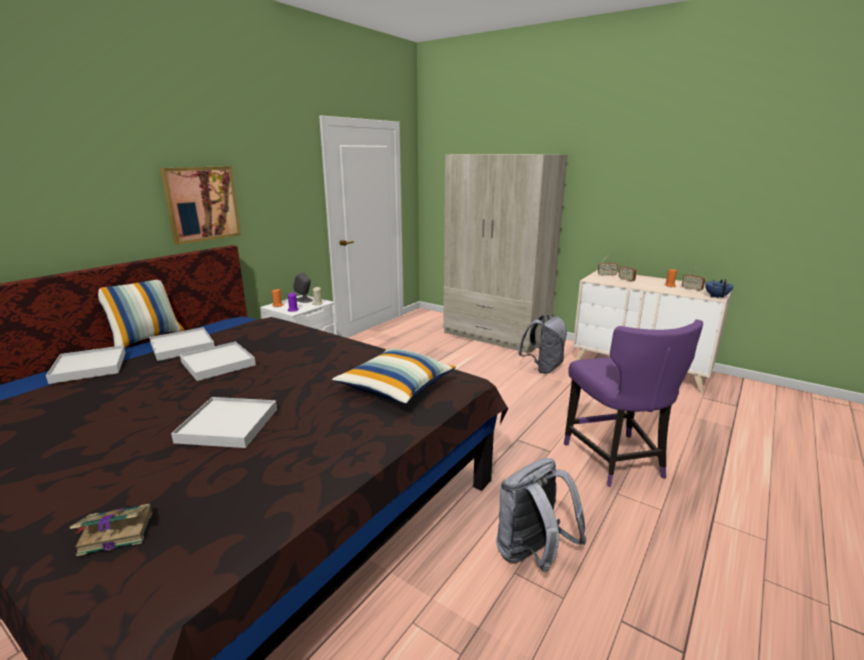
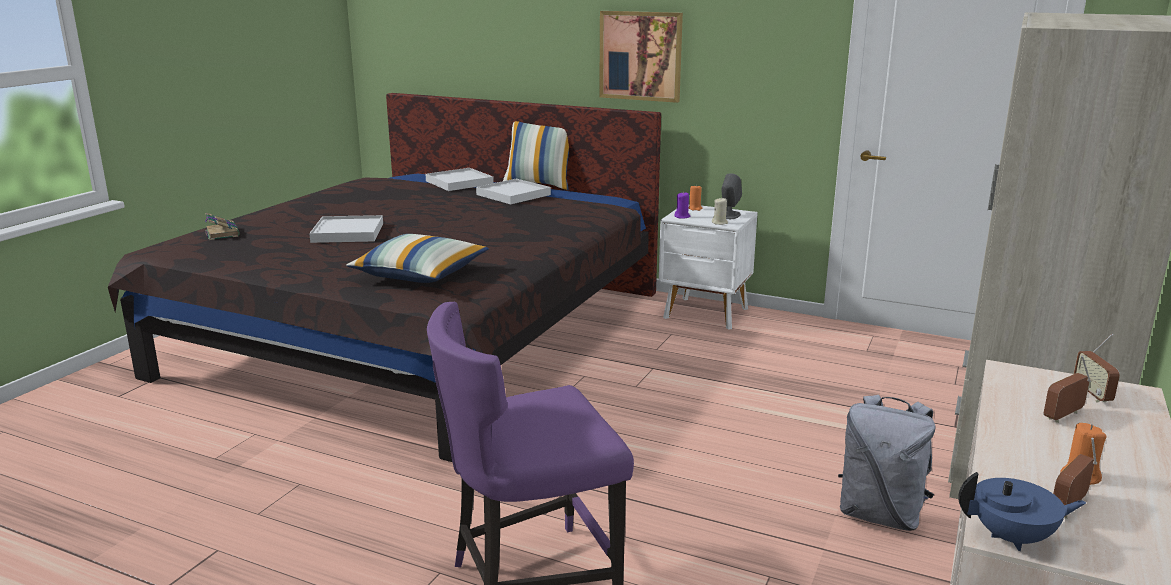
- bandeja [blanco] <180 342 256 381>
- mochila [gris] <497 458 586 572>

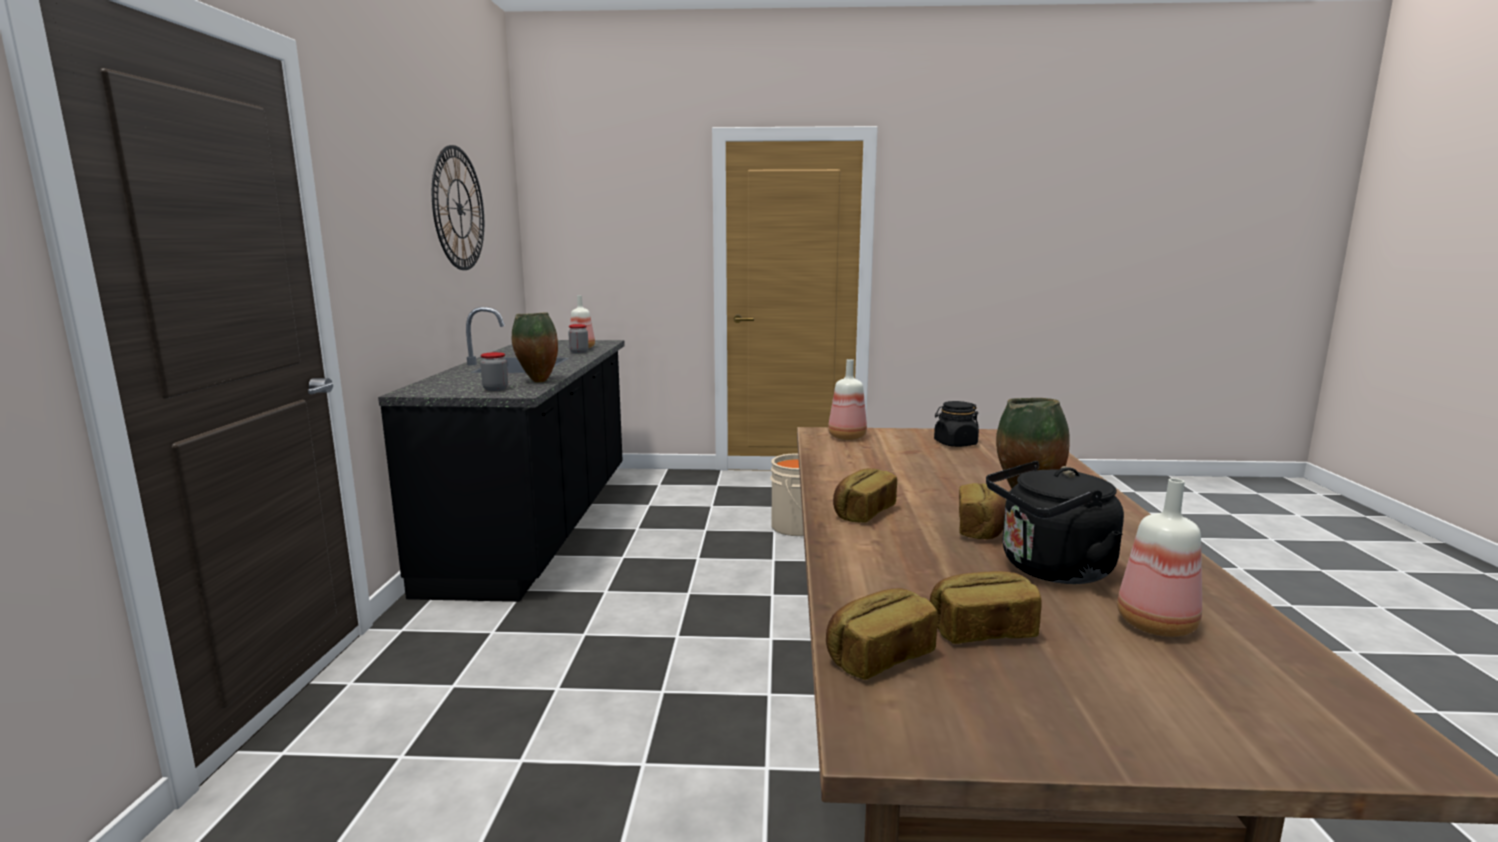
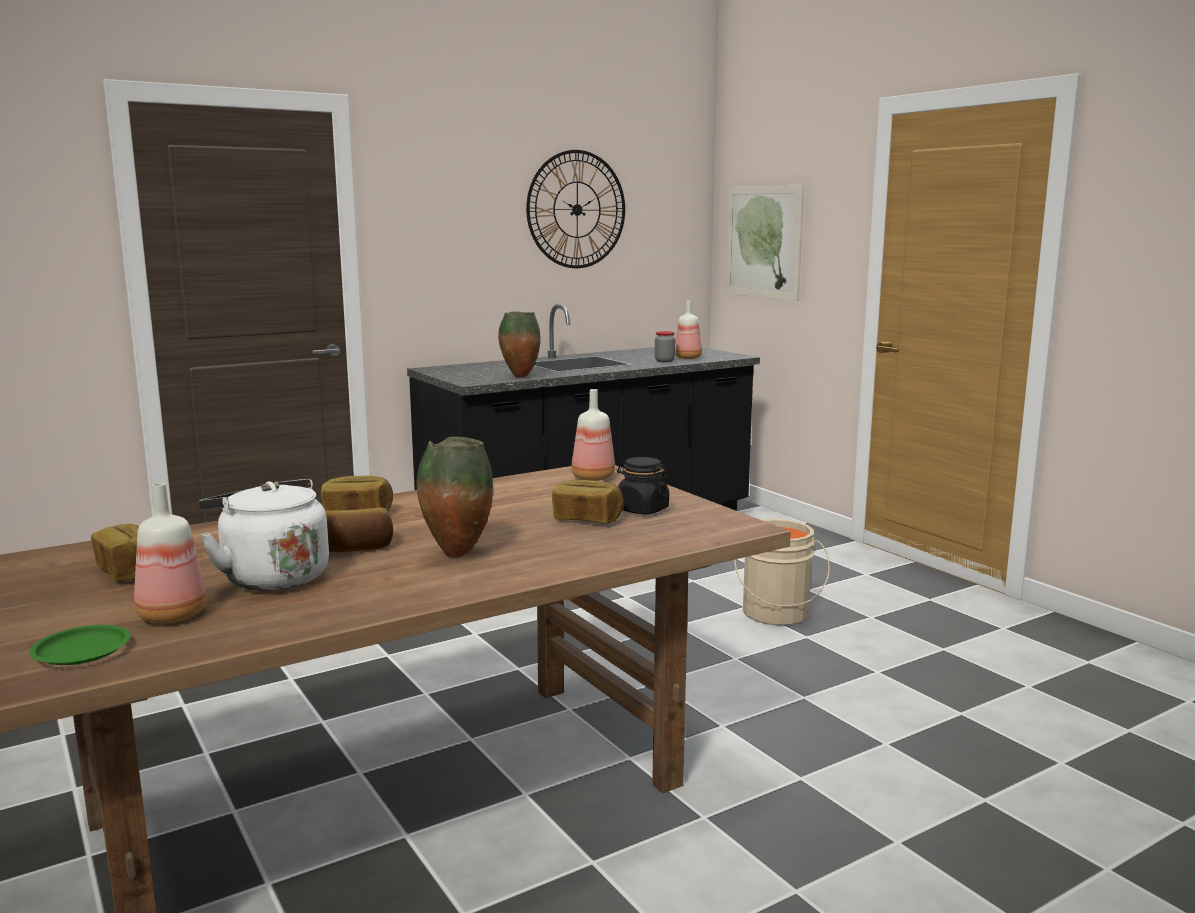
- tarro <480 352 508 391>
~ hervidor [negro] <986 461 1124 584> to hervidor [blanco] <199 479 329 591>
~ pan <826 588 938 680> to <552 480 624 523>
+ cuadro <725 185 804 301>
+ plato [verde] <29 625 131 665>

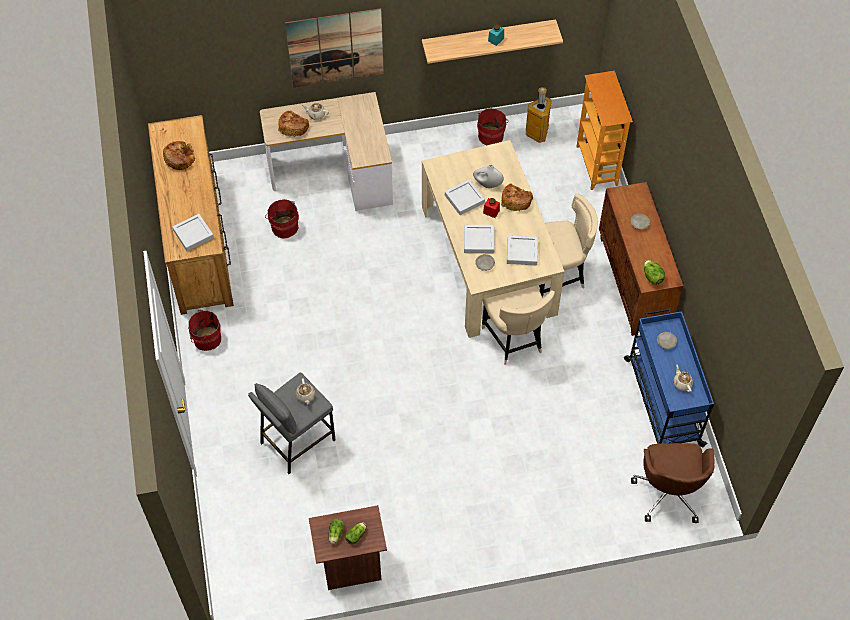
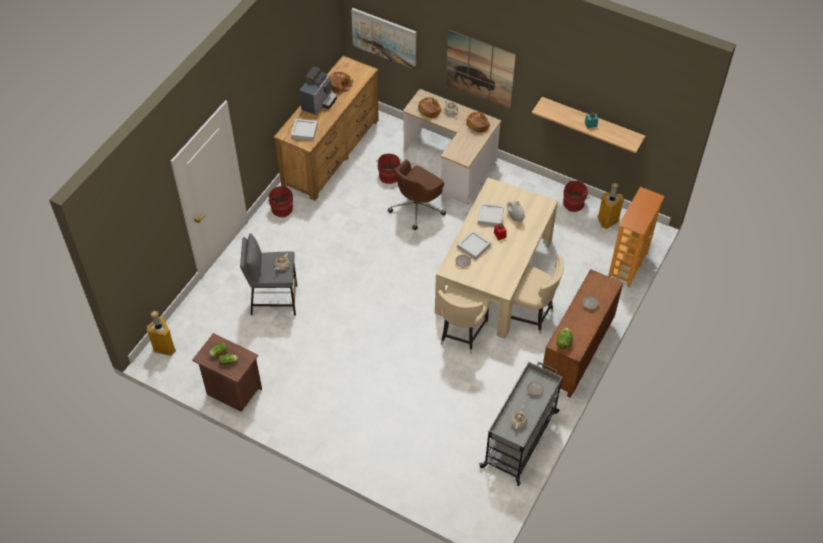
~ pan <501 184 533 211> to <466 112 490 133>
- bandeja [gris] <507 235 538 265>
~ carrito [azul] <624 308 714 447> to carrito [gris] <479 362 563 486>
~ silla de oficina [marrón] <631 443 714 523> to <388 160 446 230>
+ cuadro <351 8 416 70>
+ cafetera <299 67 337 115>
+ papelera <147 311 176 356>

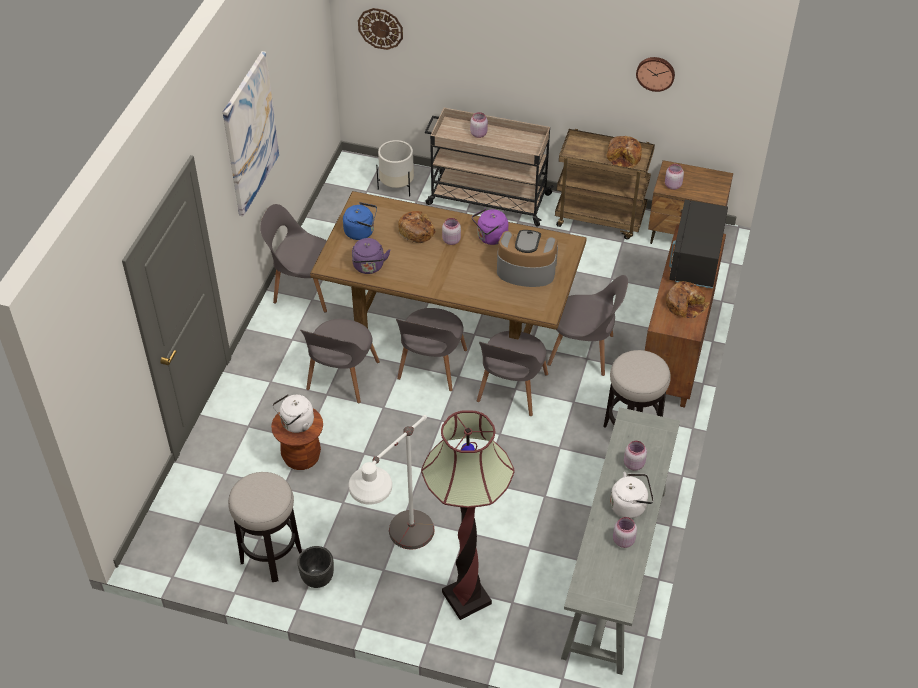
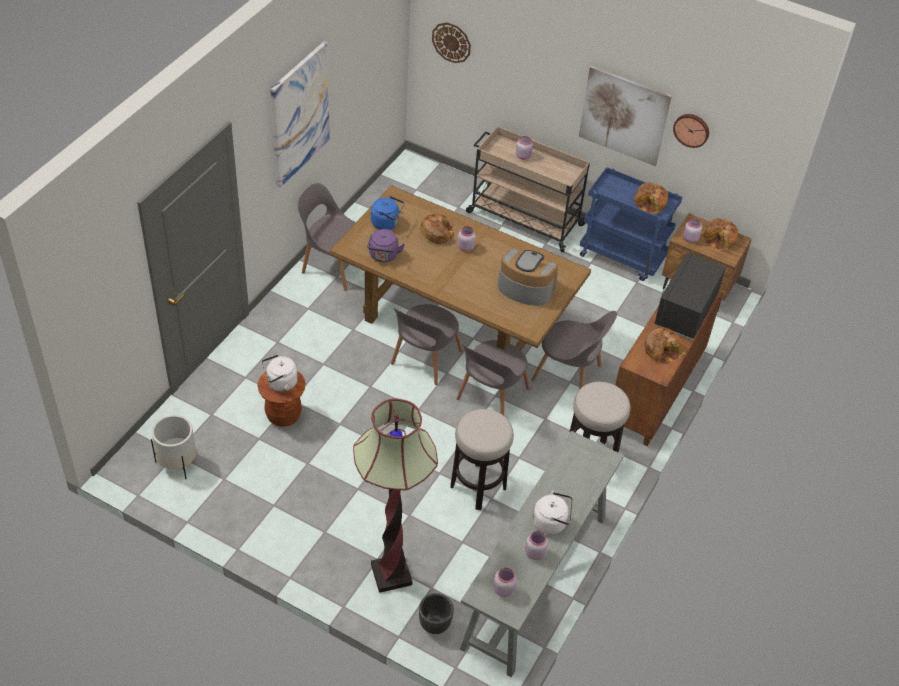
~ carrito [marrón] <555 129 655 240> to carrito [azul] <580 167 682 281>
~ maceta [blanco] <376 140 414 197> to <151 415 196 479>
- hervidor [morado] <472 208 508 245>
- silla [gris] <300 319 380 403>
- lámpara de pie [blanco] <349 415 435 550>
~ tarro [rosa] <624 441 647 471> to <493 568 517 597>
~ taburete <228 472 302 582> to <451 409 514 510>
~ maceta [negro] <297 546 334 588> to <419 593 454 634>
+ cuadro <579 66 672 166>
+ pan <703 218 738 251>

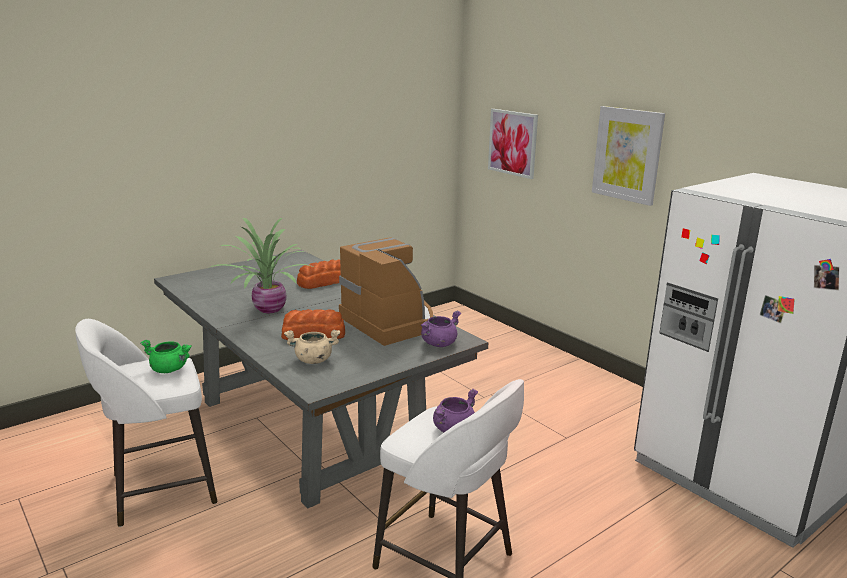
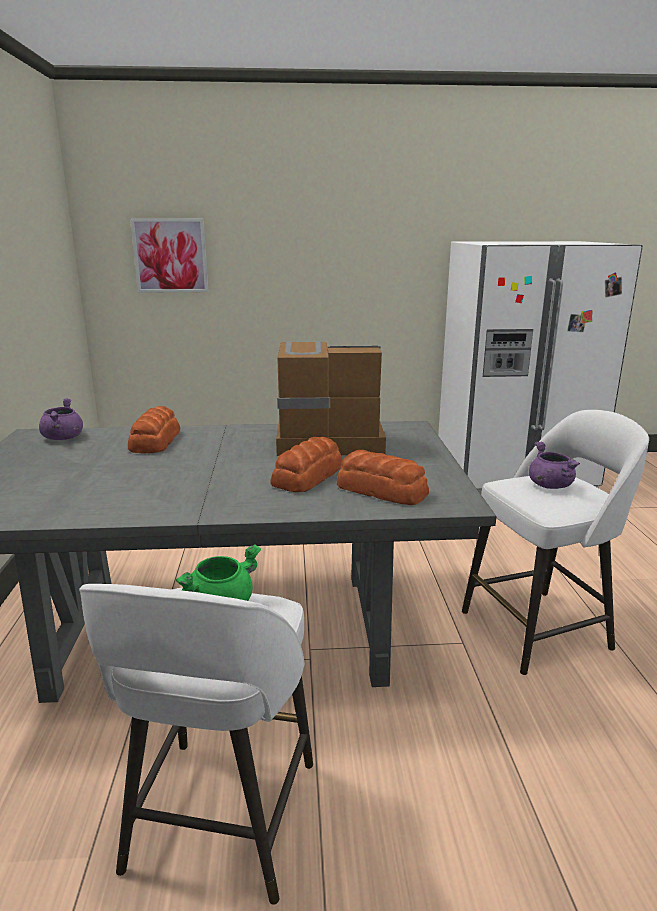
- cuadro <592 106 665 206>
- planta en maceta <207 218 315 313>
~ olla [morado] <421 311 461 347> to <39 398 83 440>
~ olla [beis] <284 330 340 364> to pan <337 450 429 505>

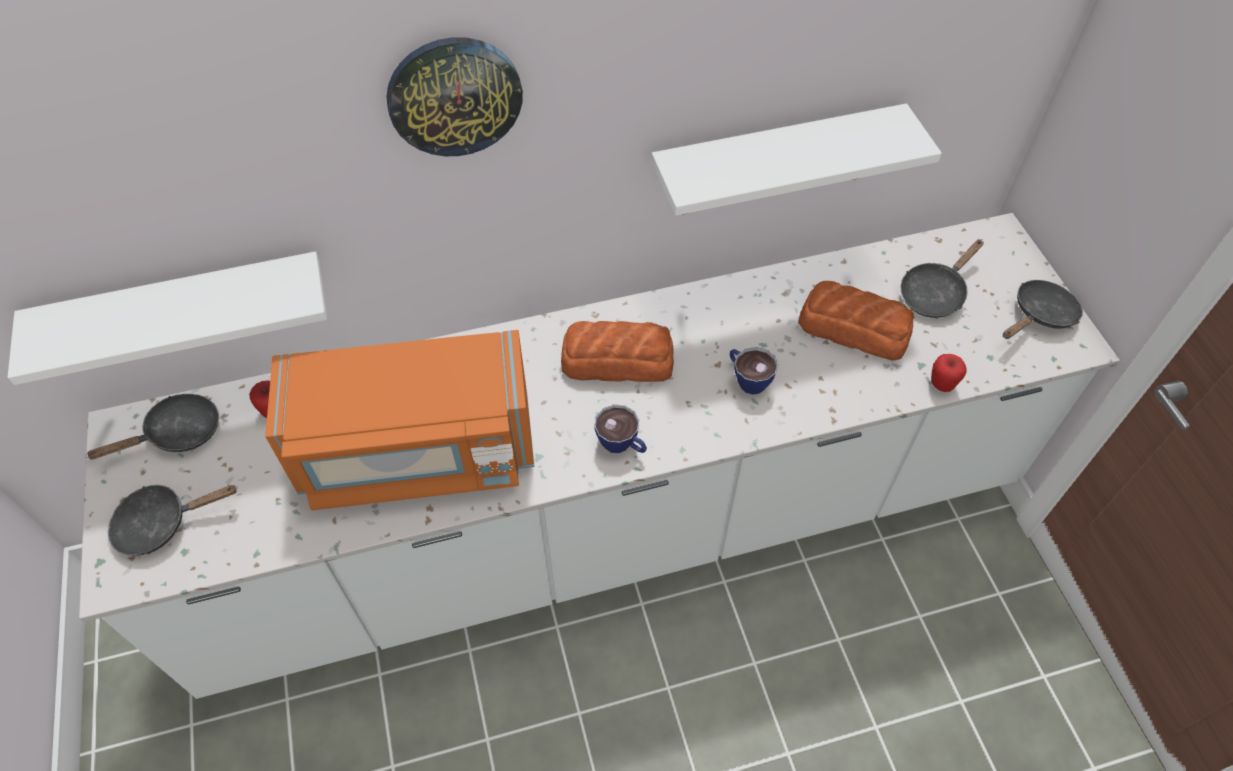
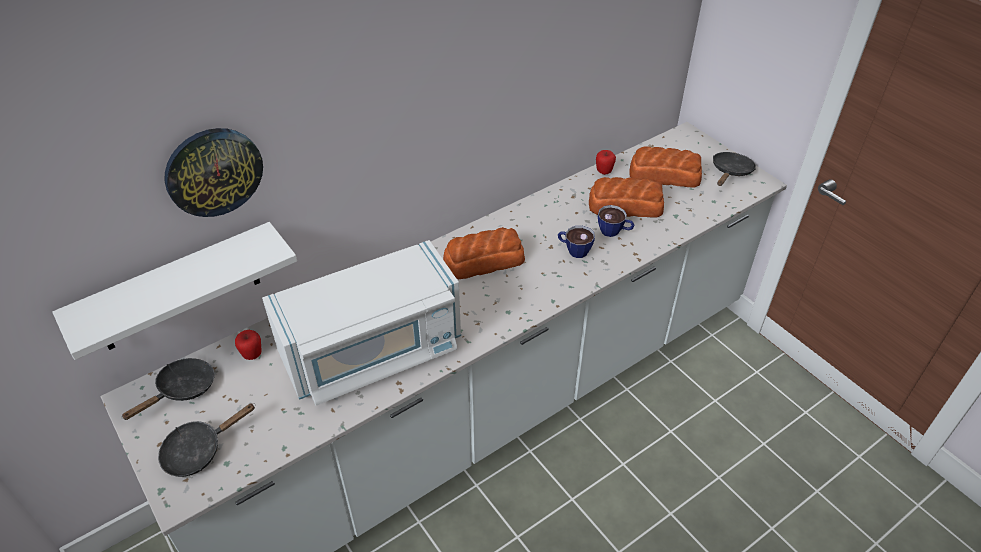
~ reloj de pared <387 37 523 156> to <165 128 263 217>
- estante [blanco] <652 103 942 216>
~ sartén [negro] <901 239 984 318> to pan <629 146 702 188>
~ microondas [naranja] <265 330 534 511> to microondas [blanco] <262 240 461 406>
~ manzana <931 354 966 392> to <596 150 616 175>
~ taza <594 404 647 453> to <598 205 634 237>

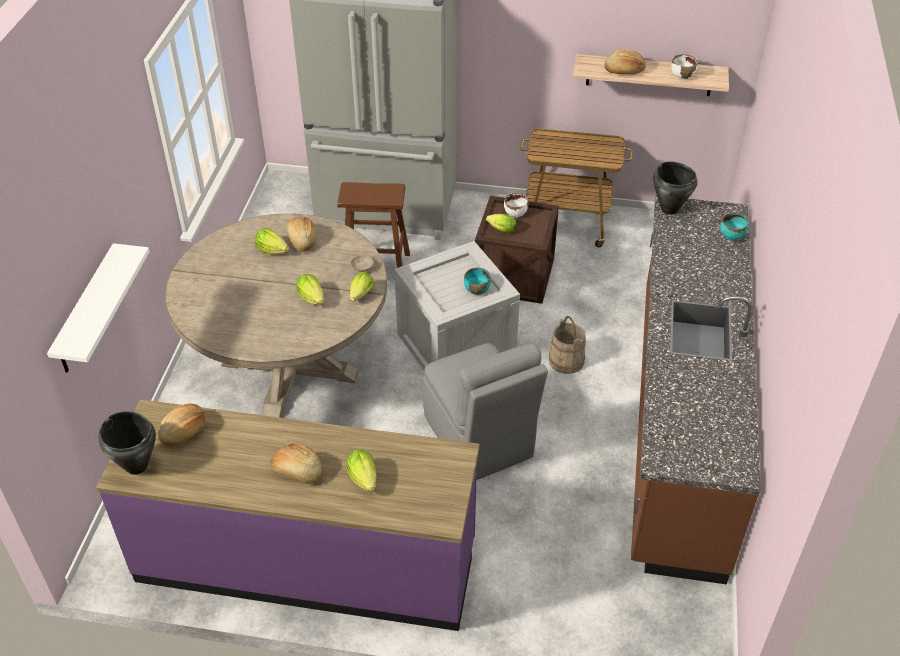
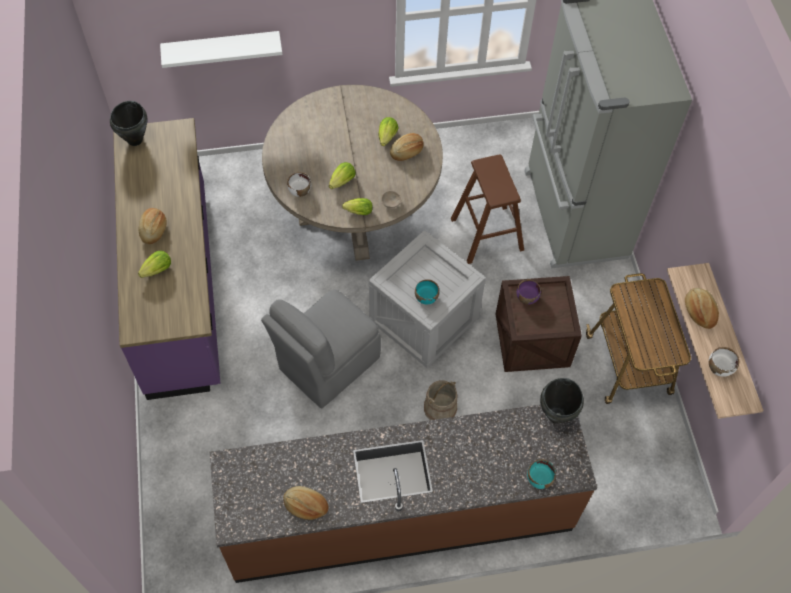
~ cuenco [blanco] <504 193 529 218> to <287 172 311 197>
~ lechuga <486 214 516 233> to cuenco [morado] <517 279 541 305>
~ pan <158 403 206 446> to <283 486 329 520>

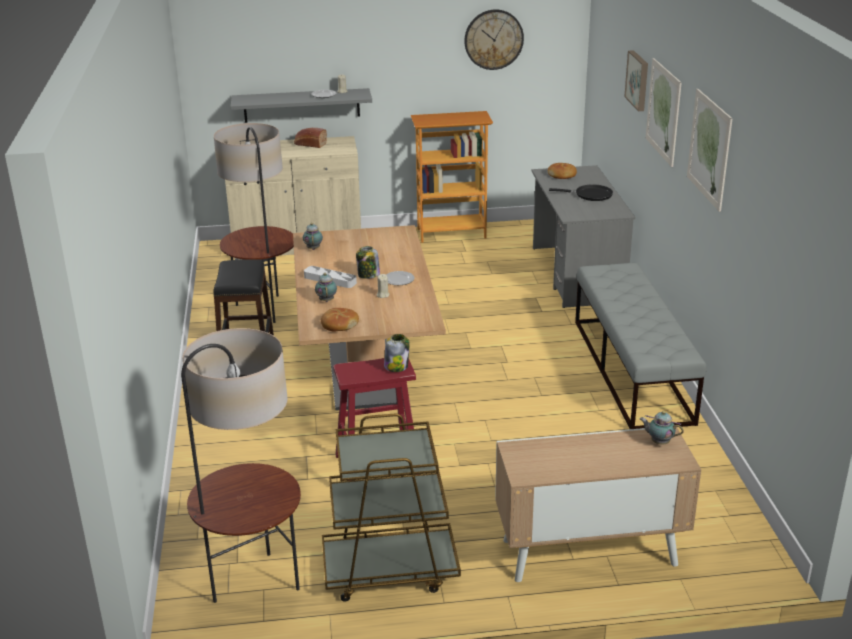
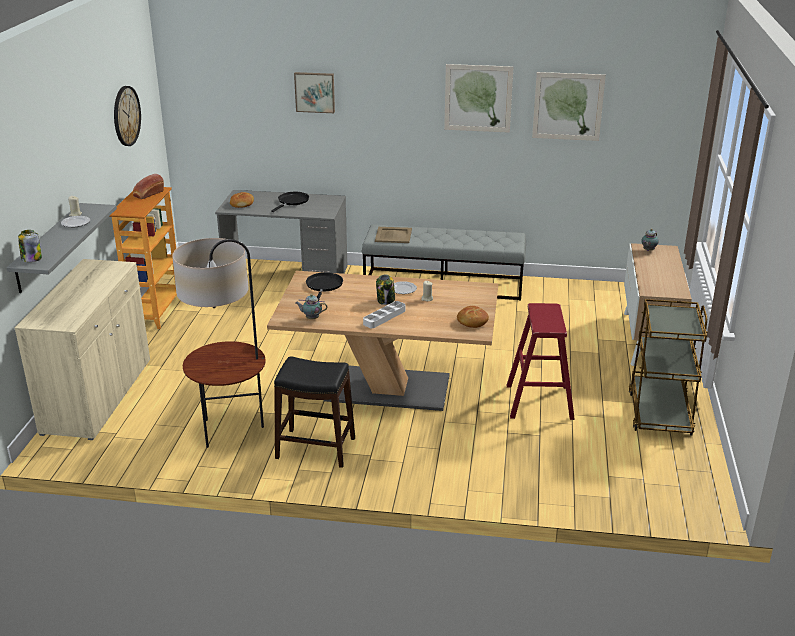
~ cuadro <646 58 682 167> to <532 72 606 141>
~ pan <294 128 327 148> to <133 174 164 199>
- tetera <315 273 337 302>
- lámpara de pie <181 328 301 603>
~ tarro <384 334 410 372> to <18 230 42 262>
+ bandeja [beis] <375 227 412 243>
+ sartén [negro] <306 272 343 301>

